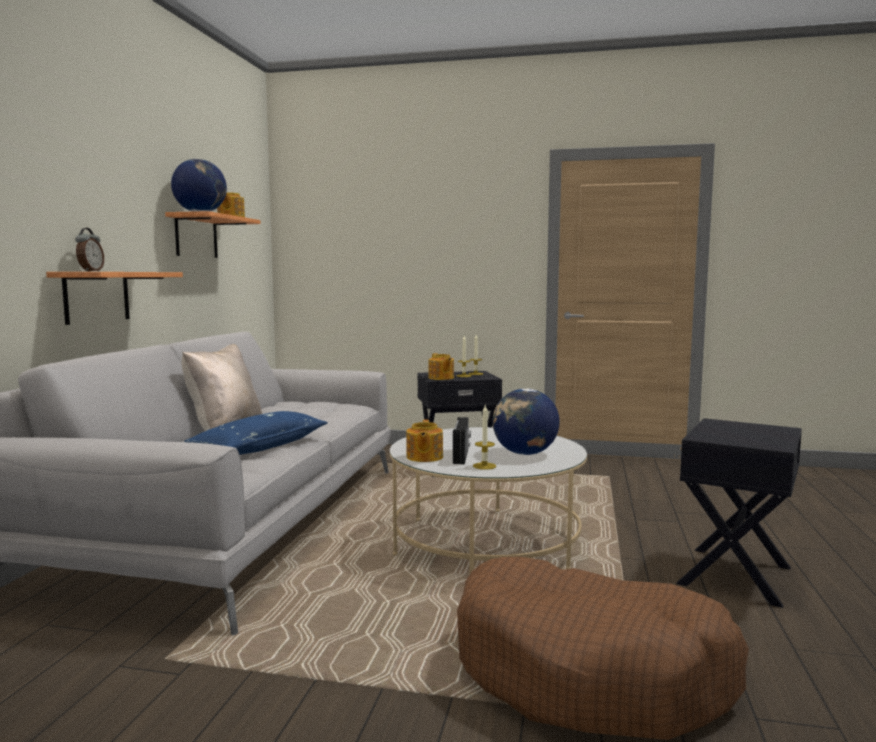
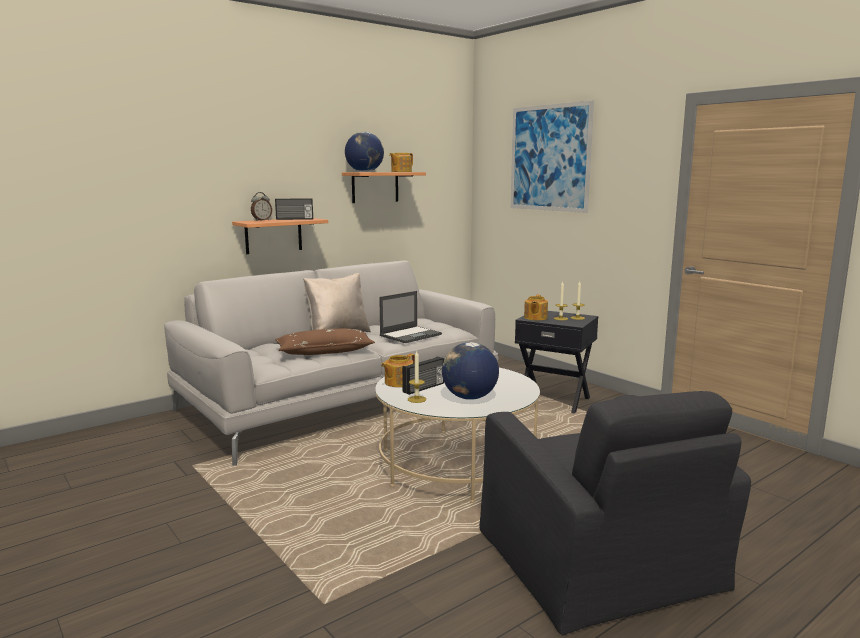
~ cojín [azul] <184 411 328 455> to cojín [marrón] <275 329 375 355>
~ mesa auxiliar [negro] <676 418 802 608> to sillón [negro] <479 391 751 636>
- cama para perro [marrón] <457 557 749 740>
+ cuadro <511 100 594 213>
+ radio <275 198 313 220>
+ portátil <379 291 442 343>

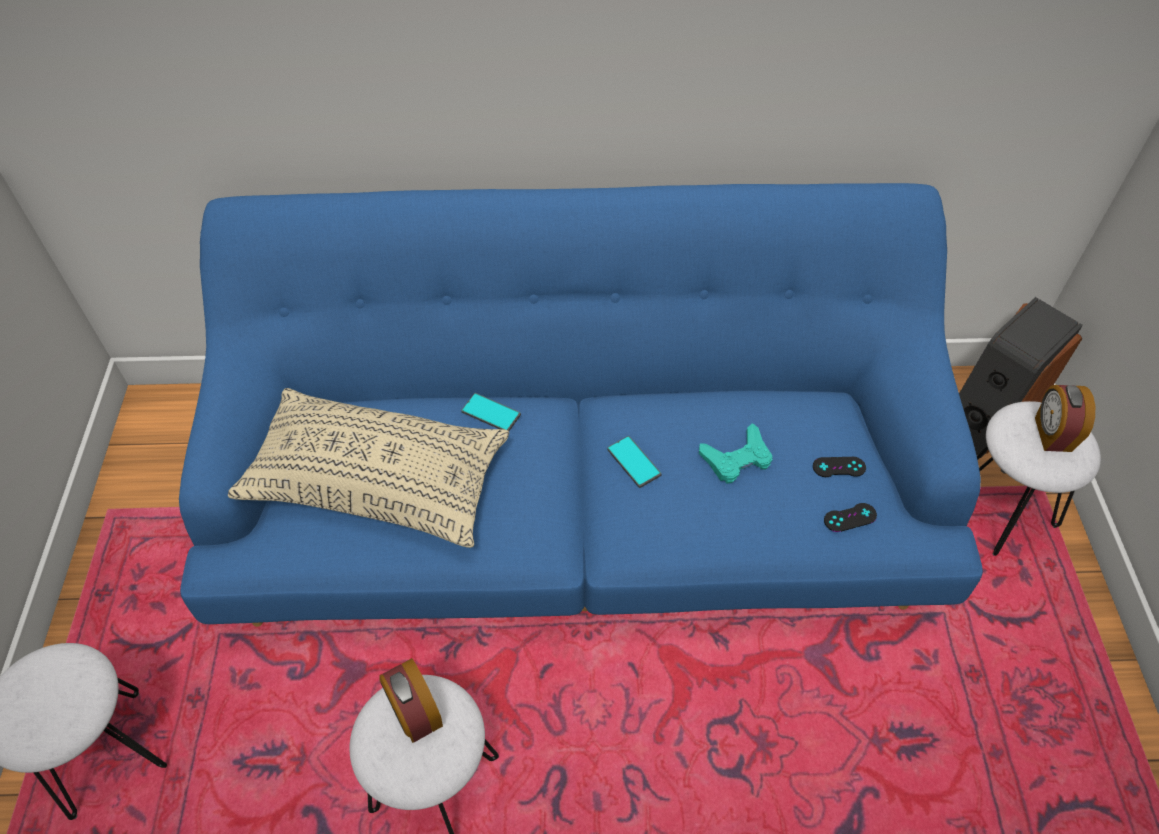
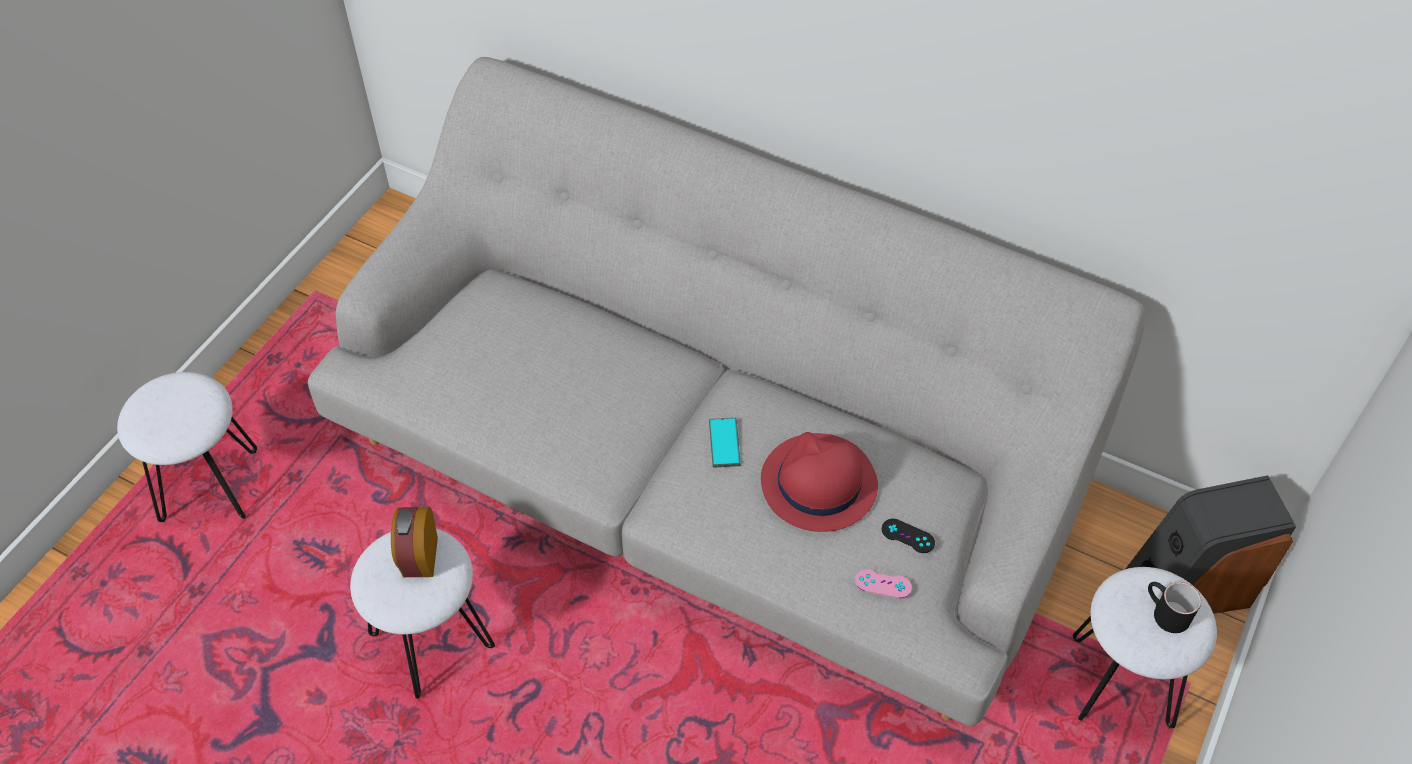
~ sofá [azul] <179 183 983 627> to sofá [gris] <308 57 1145 726>
~ despertador <1035 385 1095 452> to taza grande [negro] <1148 582 1201 633>
- cojín [beis] <228 388 509 548>
- móvil <461 393 521 431>
~ mando de consola [turquesa] <699 423 772 483> to sombrero [rojo] <761 432 878 532>
~ mando de consola [negro] <824 503 877 532> to mando de consola [rosa] <855 569 912 598>

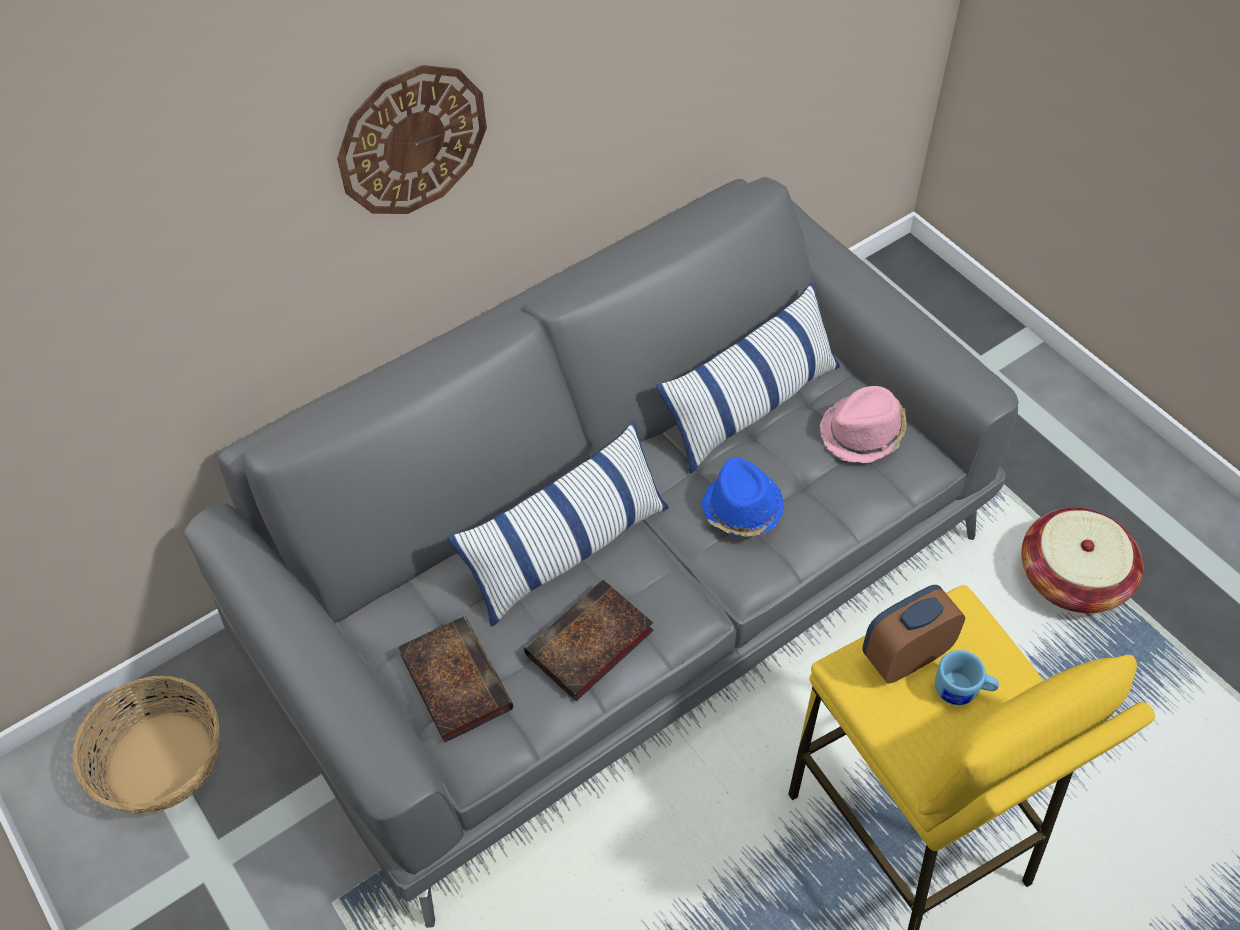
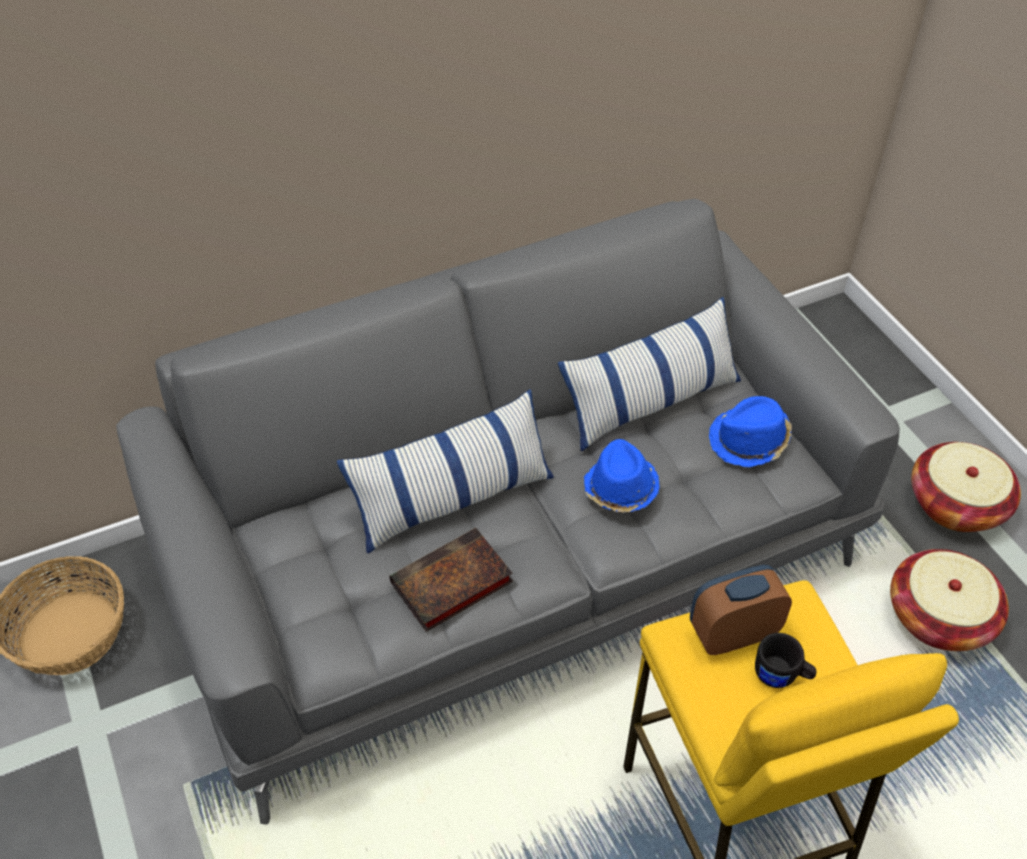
- reloj de pared <337 65 487 214>
~ sombrero [rosa] <820 386 906 463> to sombrero [azul] <709 396 792 467>
- libro <398 616 513 743>
~ taza grande [azul] <935 650 999 705> to taza grande [negro] <755 633 816 688>
+ cesta <911 442 1021 532>

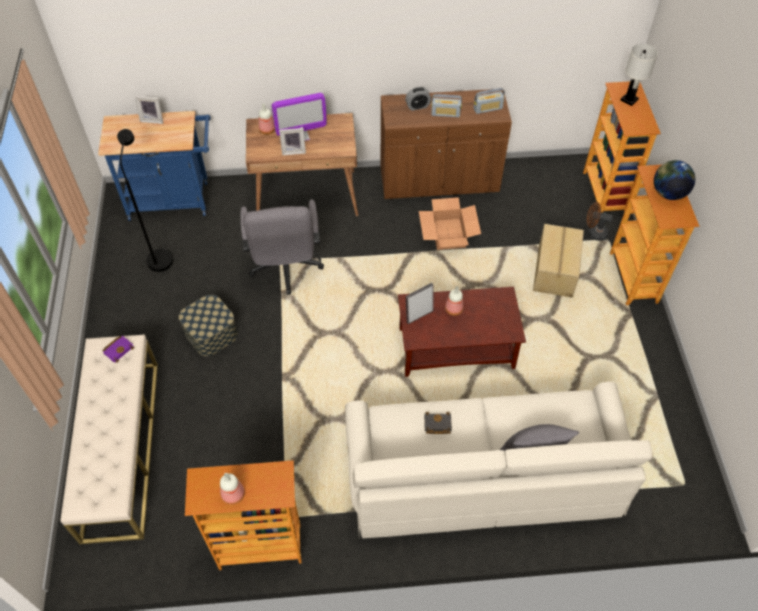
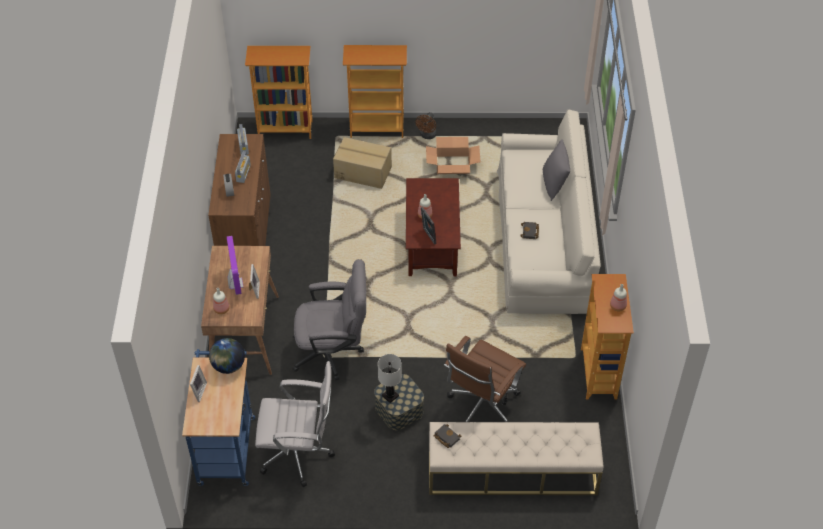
~ lámpara de mesa [blanco] <621 44 658 106> to <378 354 402 403>
~ lámpara de pie [negro] <117 129 173 272> to silla de oficina [blanco] <255 361 335 488>
~ globo terráqueo <654 160 695 200> to <209 338 245 374>
~ caja de cartón <419 197 481 250> to <426 137 480 174>
~ ventilador [marrón] <587 202 613 241> to <415 112 437 139>
~ libro [morado] <102 336 134 363> to libro [negro] <434 424 461 448>
+ silla de oficina [marrón] <444 336 526 422>

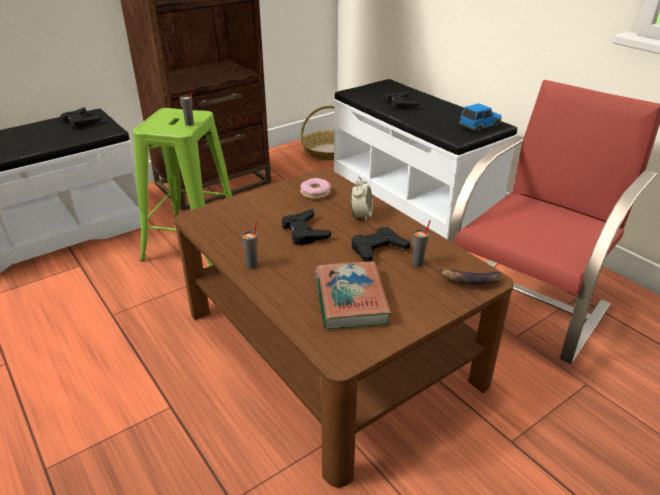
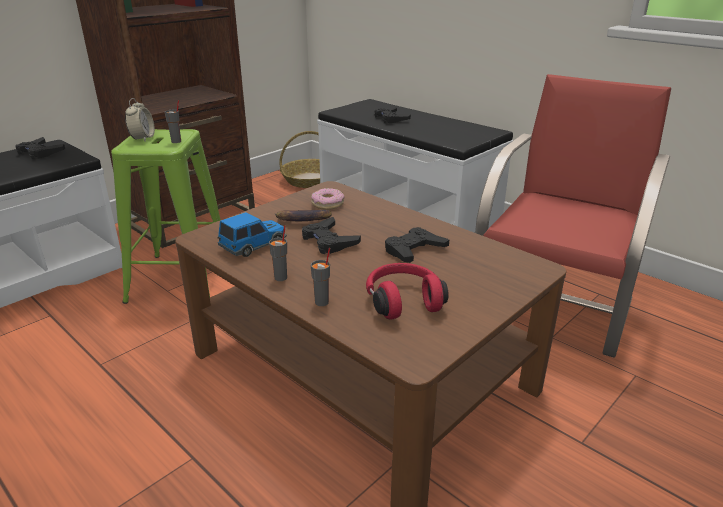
~ coche de juguete <459 103 502 132> to <217 212 287 257>
~ despertador <351 176 373 222> to <125 98 155 141>
~ taza [gris] <412 220 431 267> to <311 248 330 306>
~ libro <315 262 391 329> to auriculares [rojo] <366 263 449 319>
~ plátano <437 267 502 285> to <275 210 332 221>

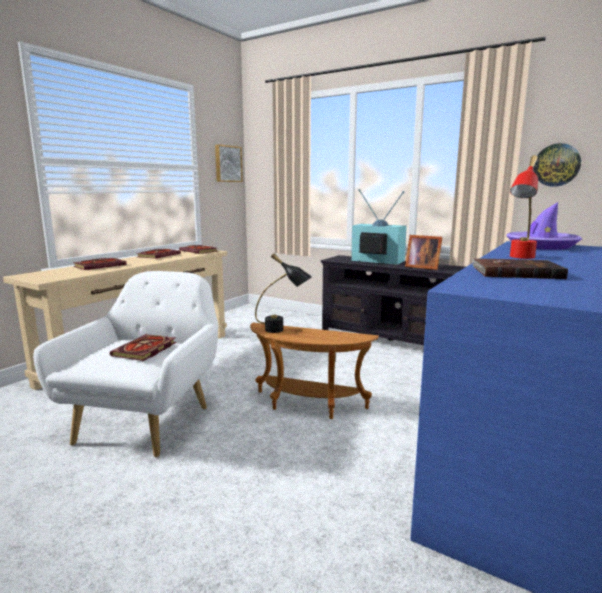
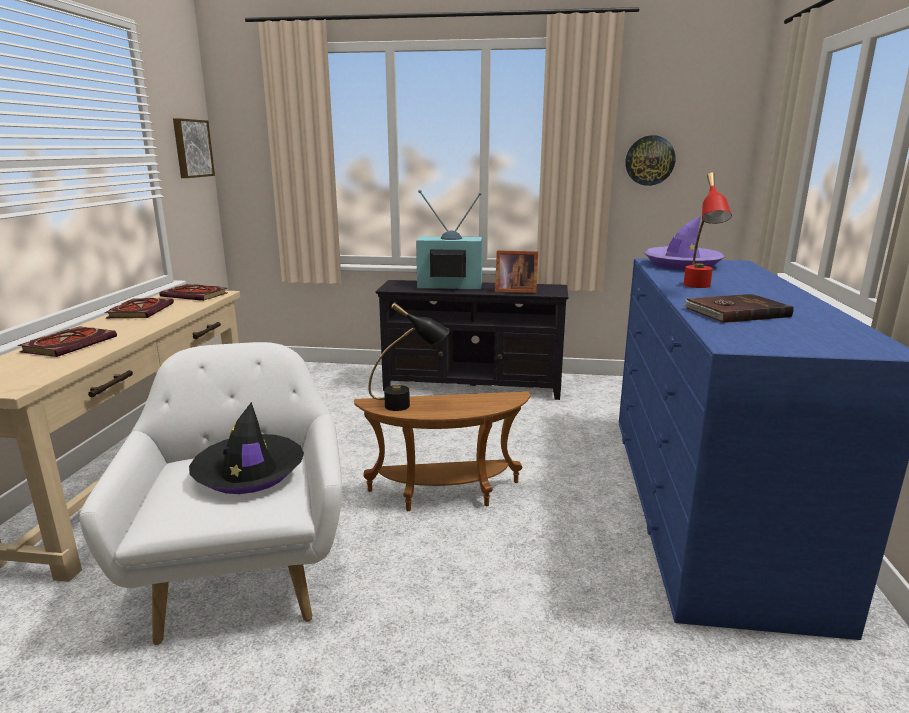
~ libro <110 334 176 361> to sombrero [negro] <189 402 304 494>

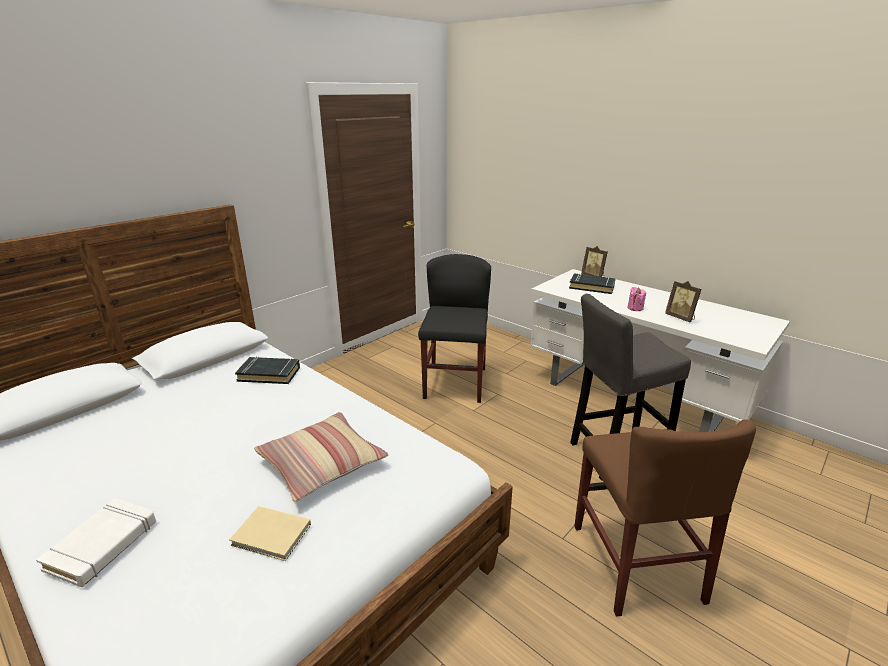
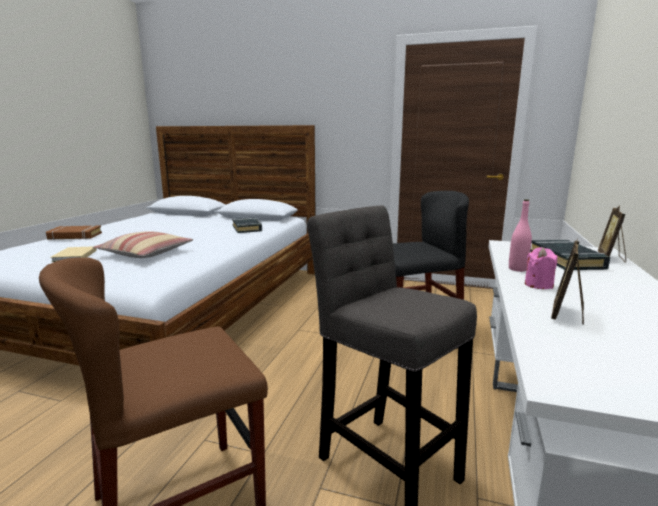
~ libro [blanco] <36 498 156 587> to libro [marrón] <46 225 102 240>
+ botella [rosa] <509 199 532 272>

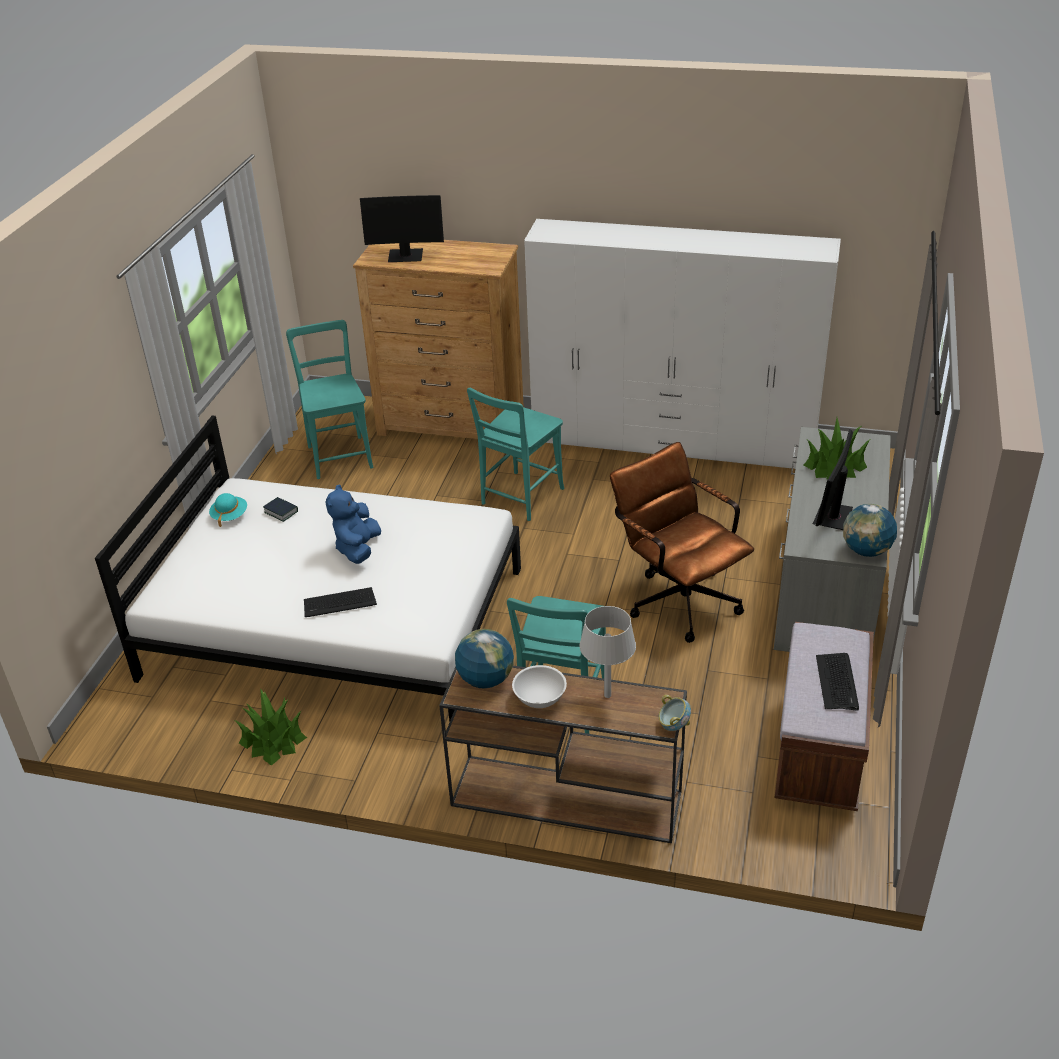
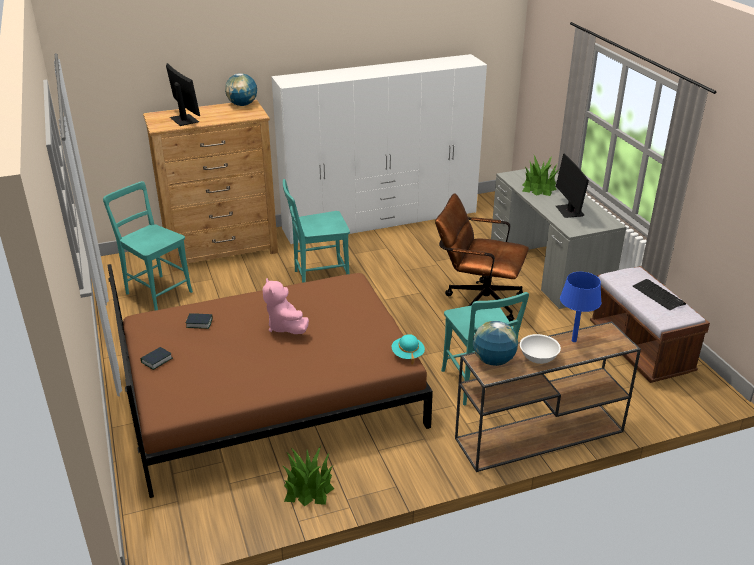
~ monitor <360 195 444 262> = <166 63 200 126> 90 degrees counterclockwise
~ silla [turquesa] <467 388 564 521> = <283 179 350 283> 75 degrees clockwise
~ cama [blanco] <95 415 521 722> to cama [marrón] <108 264 433 498>
~ peluche [azul] <326 485 381 564> to peluche [rosa] <263 278 309 334>
~ sombrero [turquesa] <209 493 247 527> to <392 334 425 364>
~ globo terráqueo <843 504 897 557> to <225 73 257 106>
- teclado <304 587 377 617>
~ lámpara de mesa [gris] <580 606 636 698> to lámpara de mesa [azul] <560 272 601 342>
- cuenco <659 695 691 731>
+ libro <141 347 173 370>

